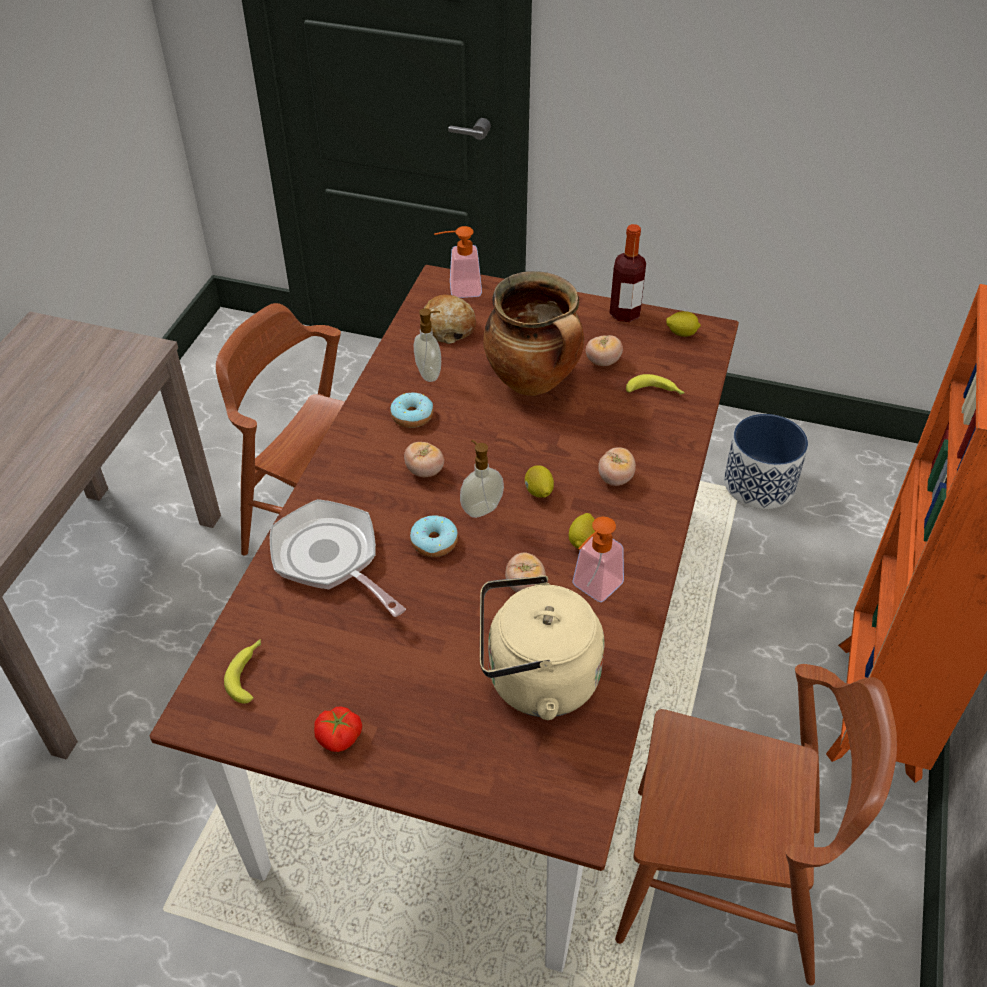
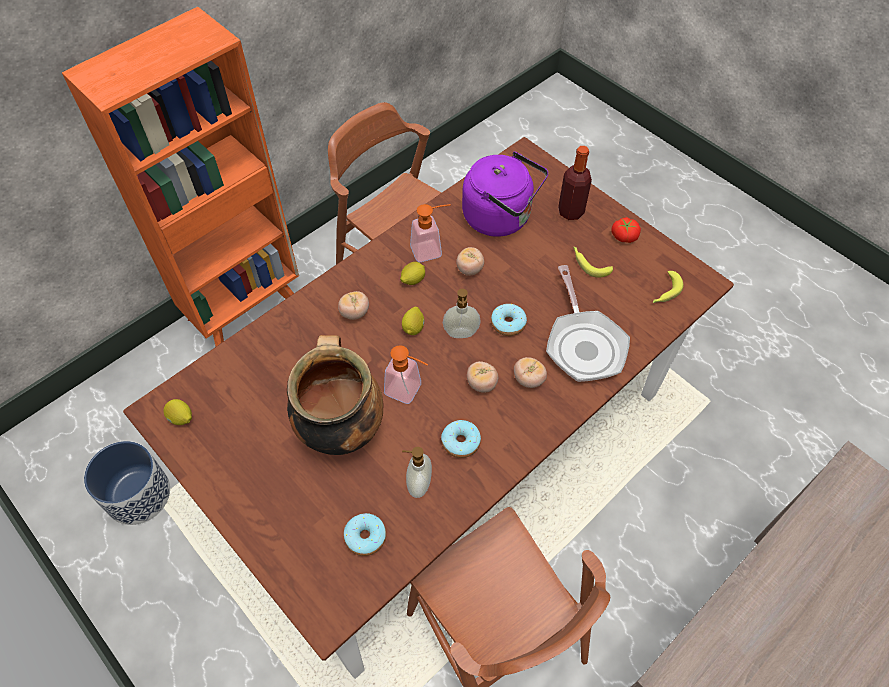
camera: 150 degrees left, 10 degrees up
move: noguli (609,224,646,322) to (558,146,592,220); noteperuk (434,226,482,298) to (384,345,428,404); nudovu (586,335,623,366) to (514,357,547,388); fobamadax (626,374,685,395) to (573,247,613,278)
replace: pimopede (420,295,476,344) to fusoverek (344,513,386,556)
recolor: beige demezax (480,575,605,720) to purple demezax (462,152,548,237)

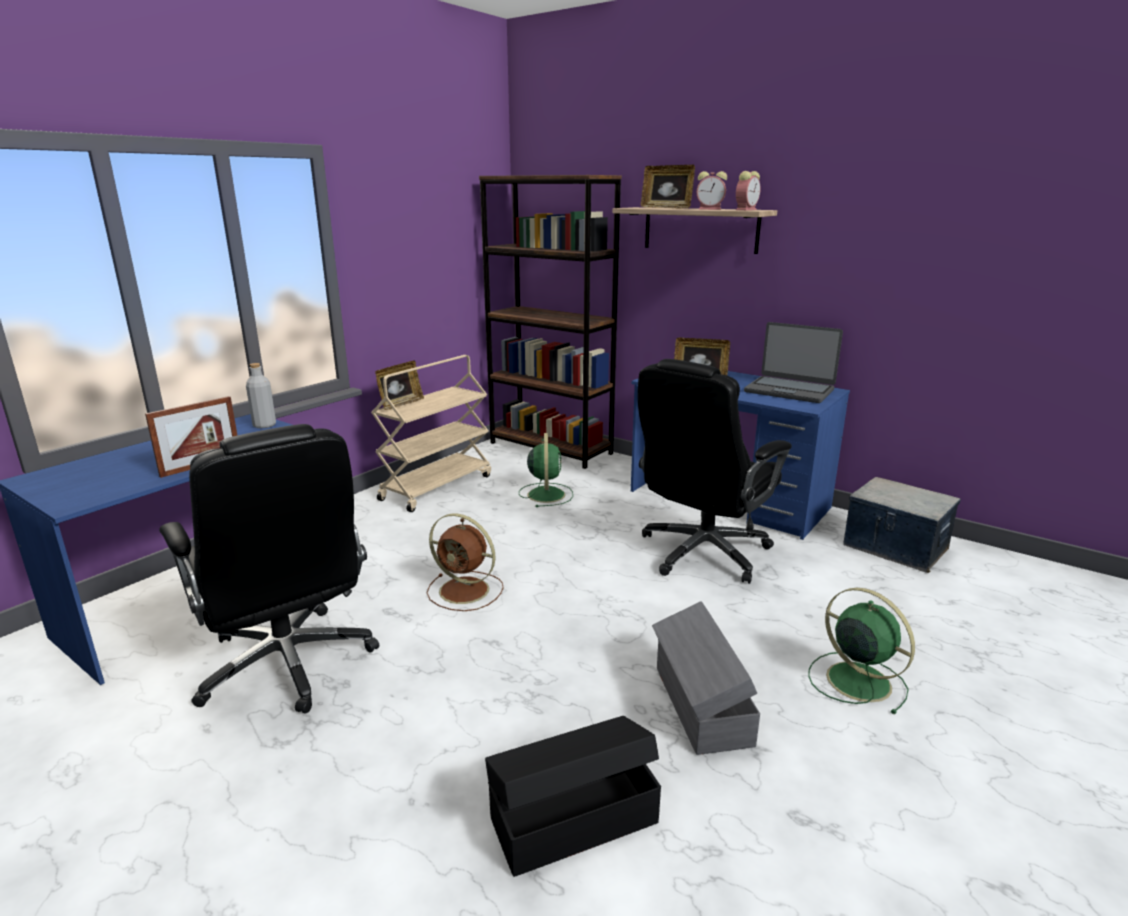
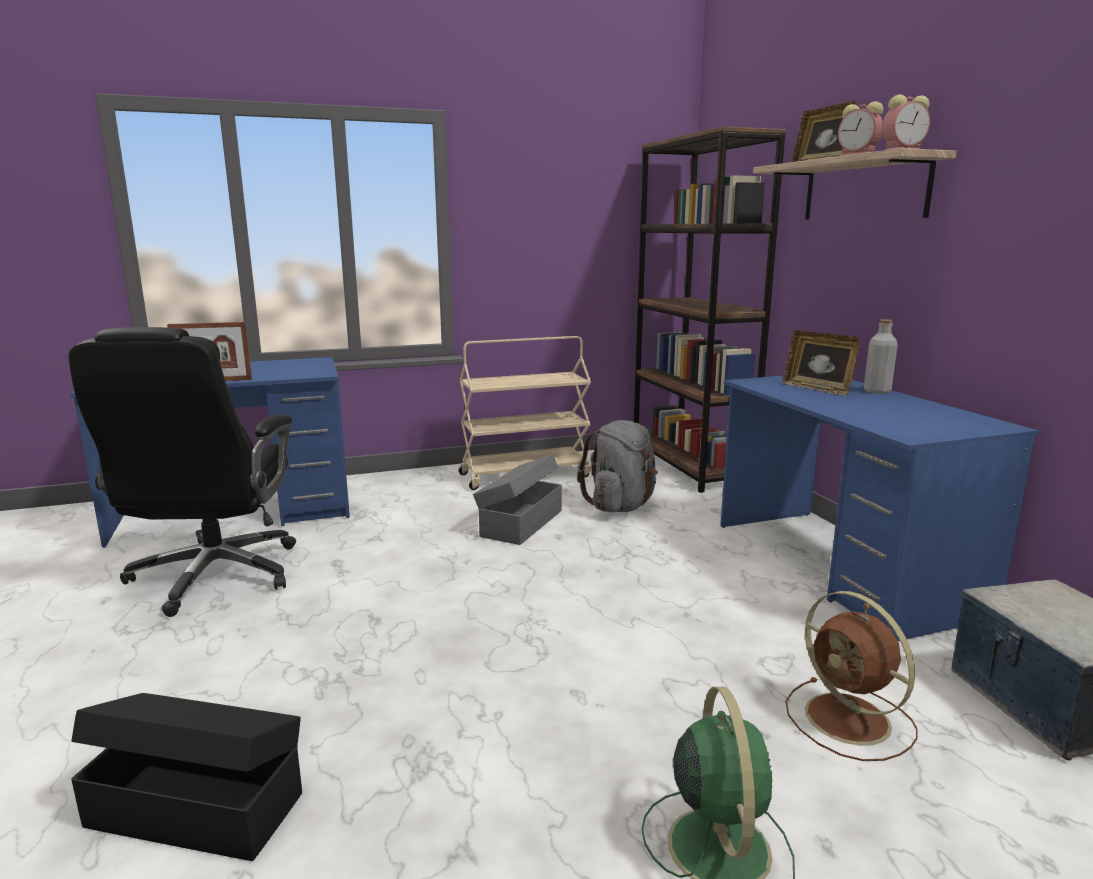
camera: 35 degrees right, 5 degrees down
delete: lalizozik (744,322,843,403); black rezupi (638,359,792,584); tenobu (375,361,424,410)
move: grey noguli (246,363,276,428) to (864,319,898,394); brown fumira (427,514,503,611) to (786,591,918,761); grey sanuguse (652,601,760,755) to (473,454,562,545)
replace: green fumira (519,433,573,507) to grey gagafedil (577,420,658,512)

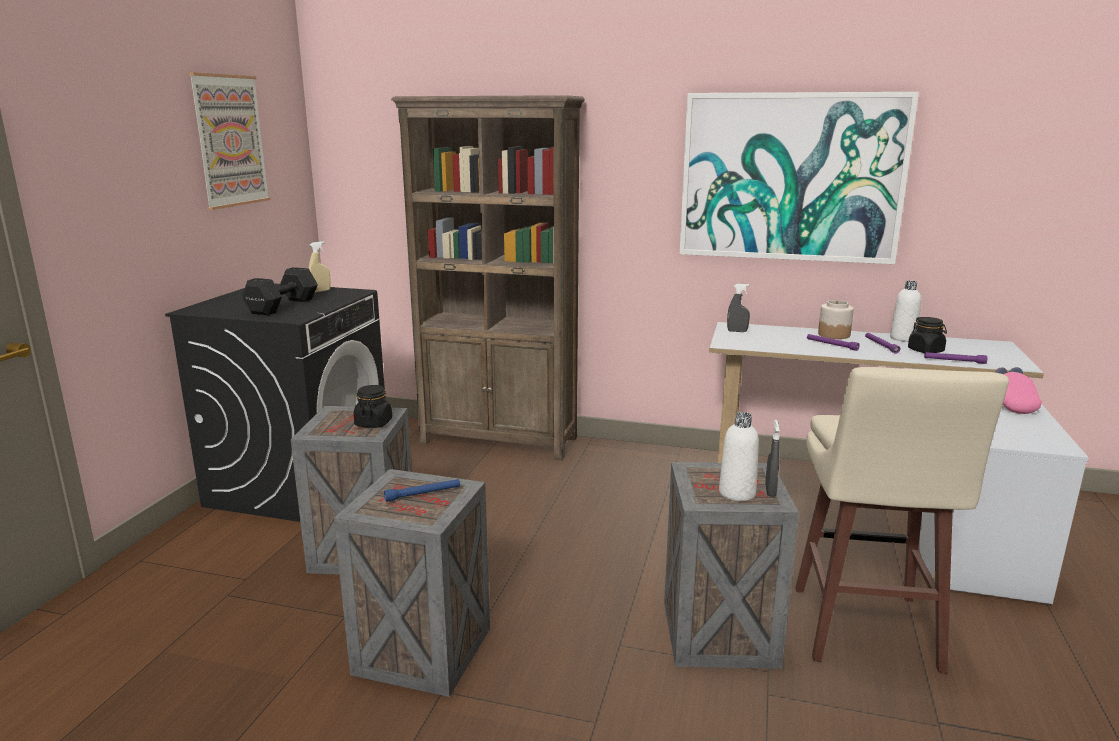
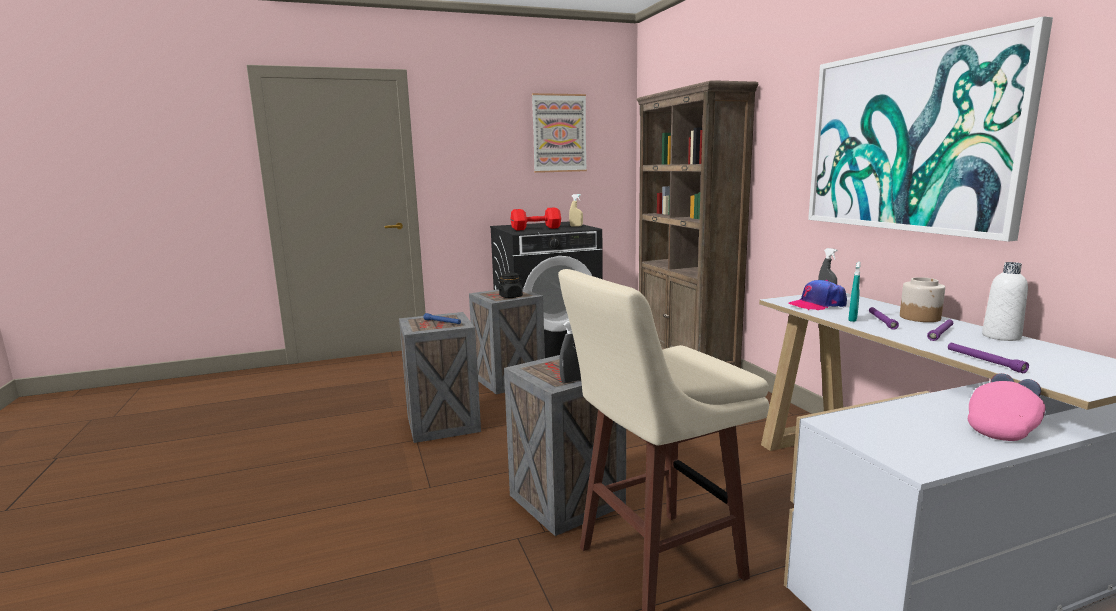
camera: 55 degrees right, 5 degrees down
delete: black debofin (908,317,947,353); white noguli (719,412,759,501)
insert: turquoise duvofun (848,262,860,322); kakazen (788,280,847,310)
recolor: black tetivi (242,267,318,315) to red tetivi (511,208,561,231)

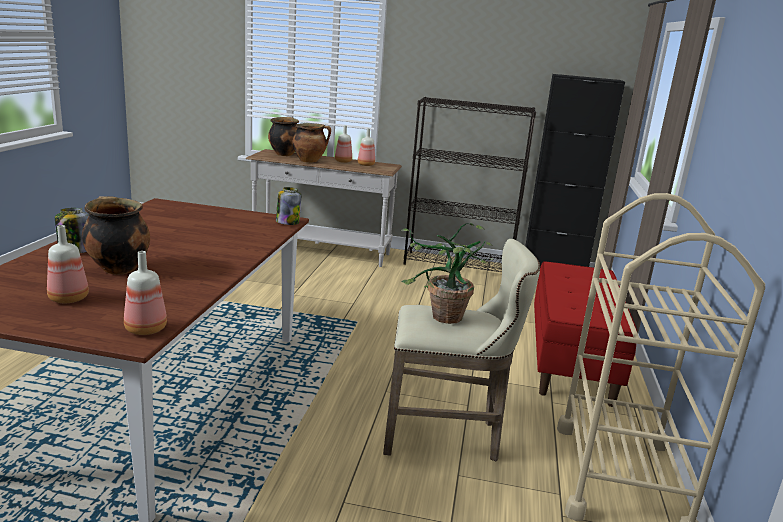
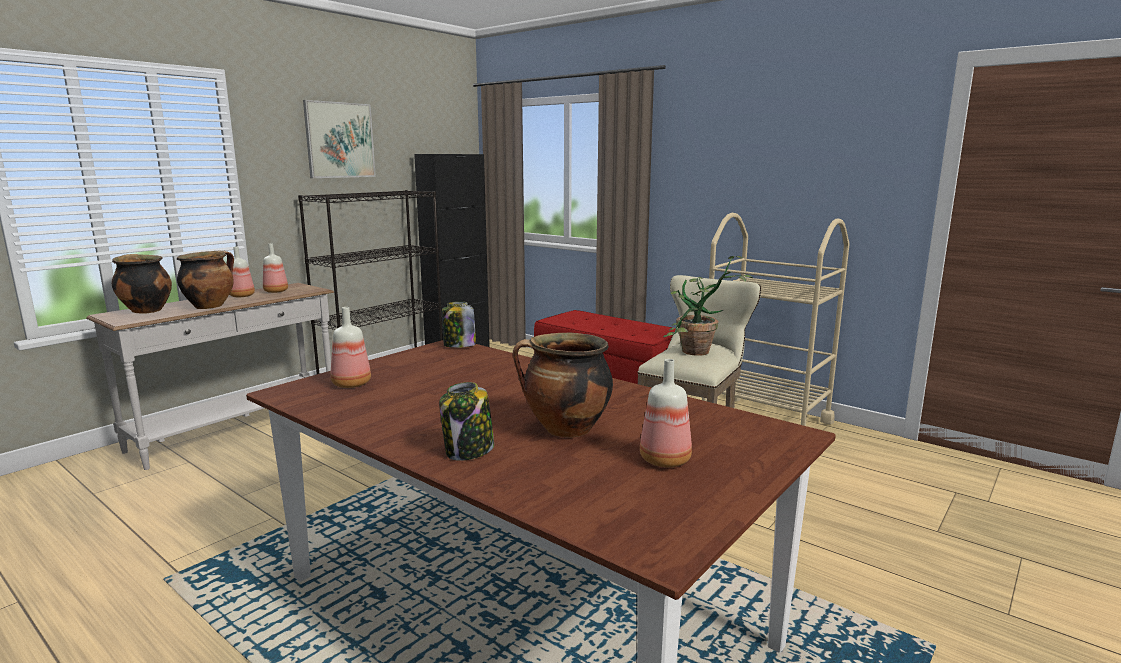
camera: 60 degrees left, 5 degrees down
insert: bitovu (303,100,376,178)
move: noguli (124,251,167,335) to (331,307,371,388)

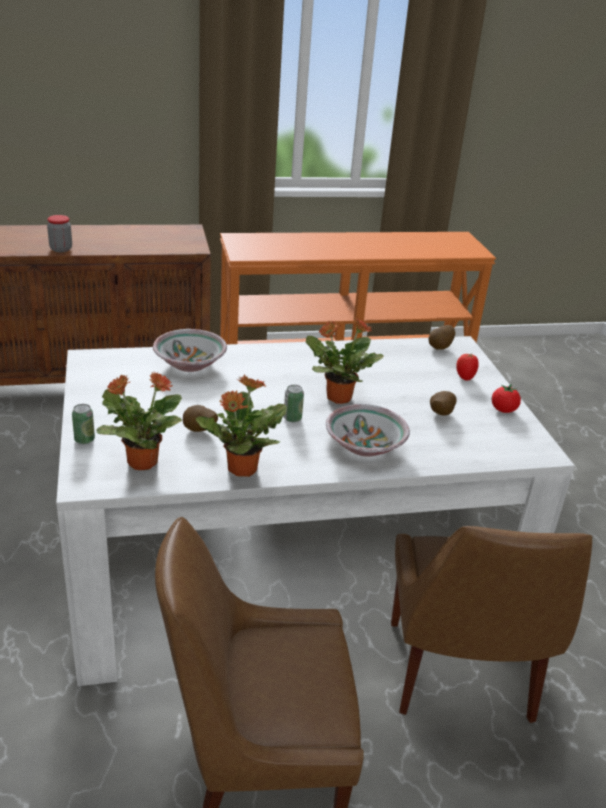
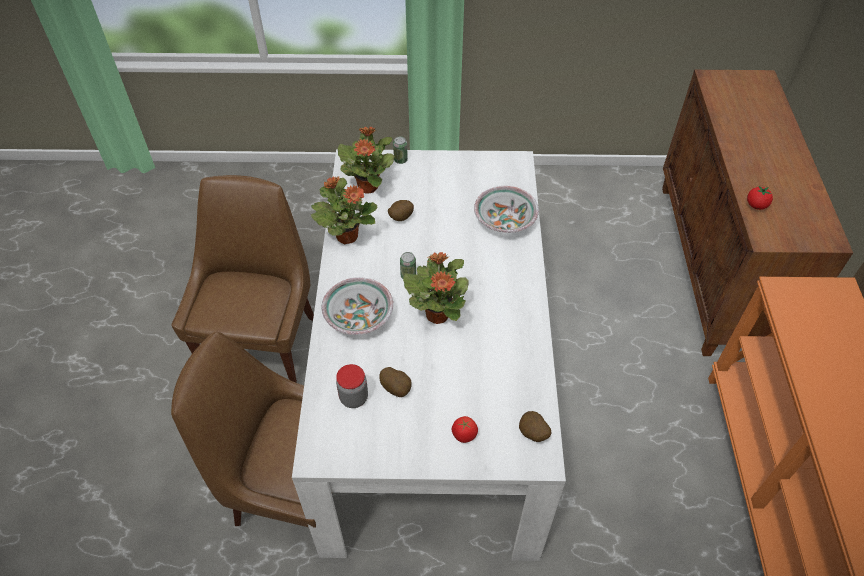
camera: 105 degrees right, 20 degrees up
move: debofin (47,215,72,252) to (336,364,368,408); nudovu (492,384,521,413) to (747,186,773,210)

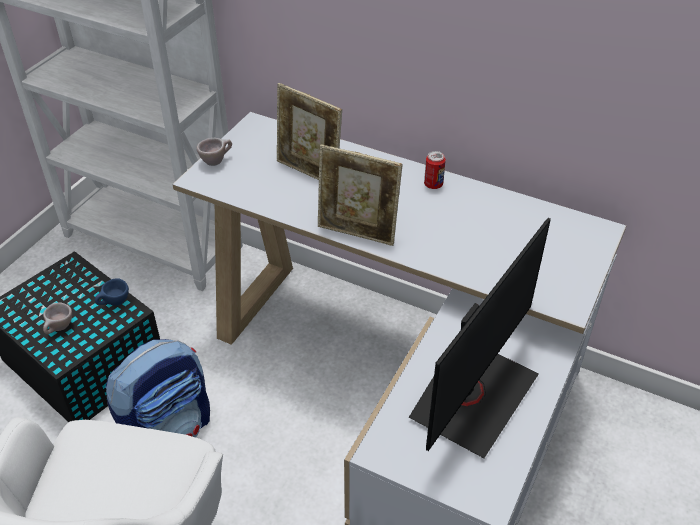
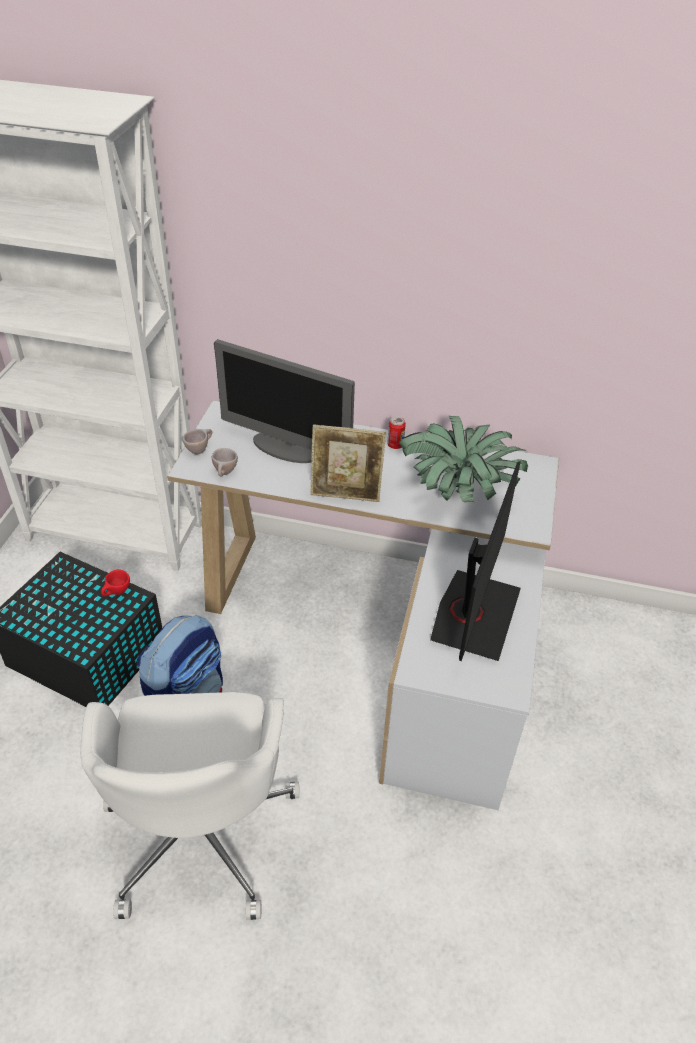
camera: 15 degrees left, 0 degrees up
insert: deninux (399,416,528,502)
move: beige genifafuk (43,303,72,334) to (212,448,238,477)
replace: tenobu (277,83,342,180) to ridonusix (214,339,355,463)
recolor: blue genifafuk (95,278,129,306) to red genifafuk (101,569,130,596)

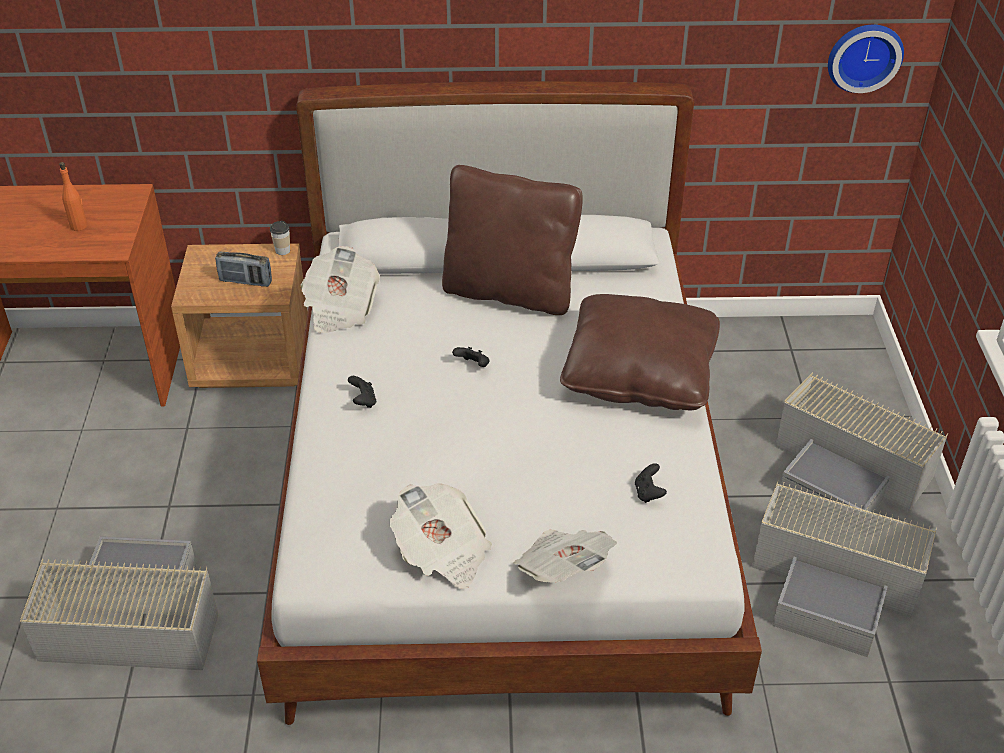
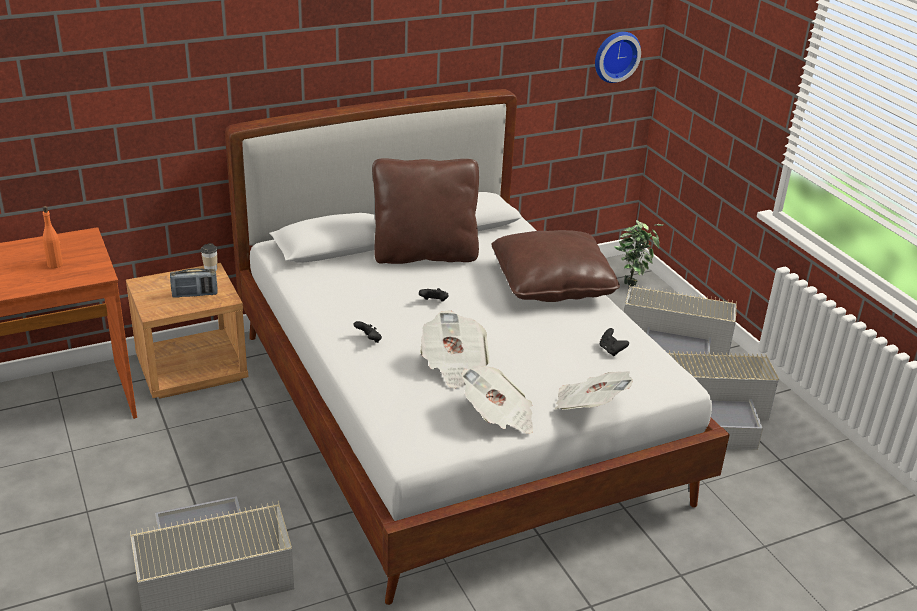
camera: 25 degrees left, 10 degrees down
insert: deninux (614,220,663,286)
move: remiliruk (301,246,380,333) to (420,310,489,389)

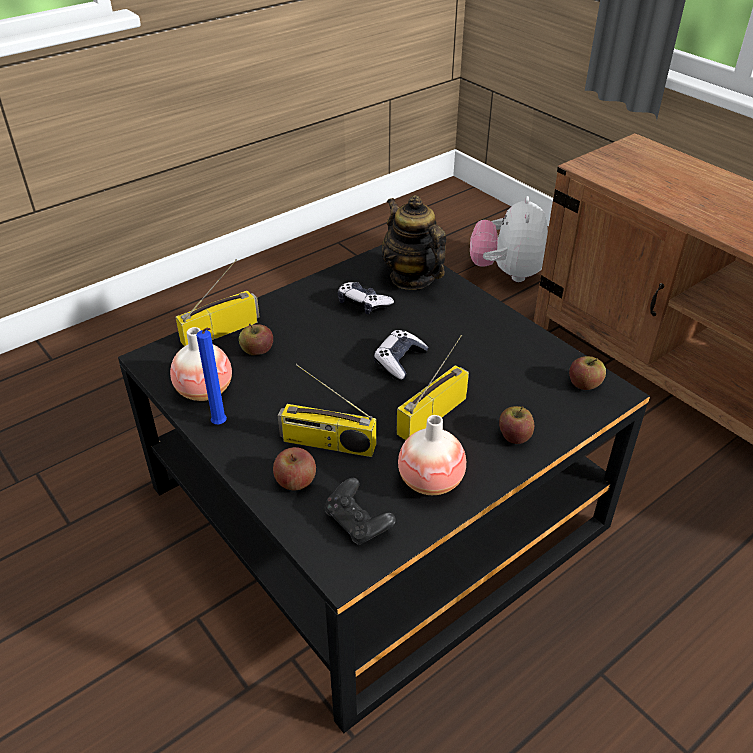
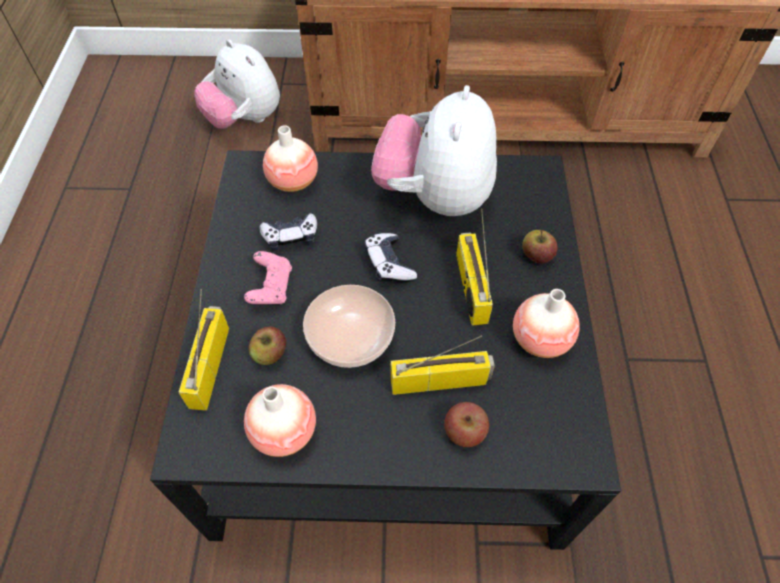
camera: 50 degrees left, 15 degrees up
delete: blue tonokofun (196,328,227,424); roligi (569,356,606,390); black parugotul (325,478,396,545)
insert: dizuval (371,85,497,216); pink parugotul (244,251,292,304); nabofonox (303,285,395,368)
replace: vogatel (382,195,447,290) to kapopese (263,125,318,192)
rotate: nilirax (278,364,376,457) = (390,335,495,395) 150 degrees counterclockwise

